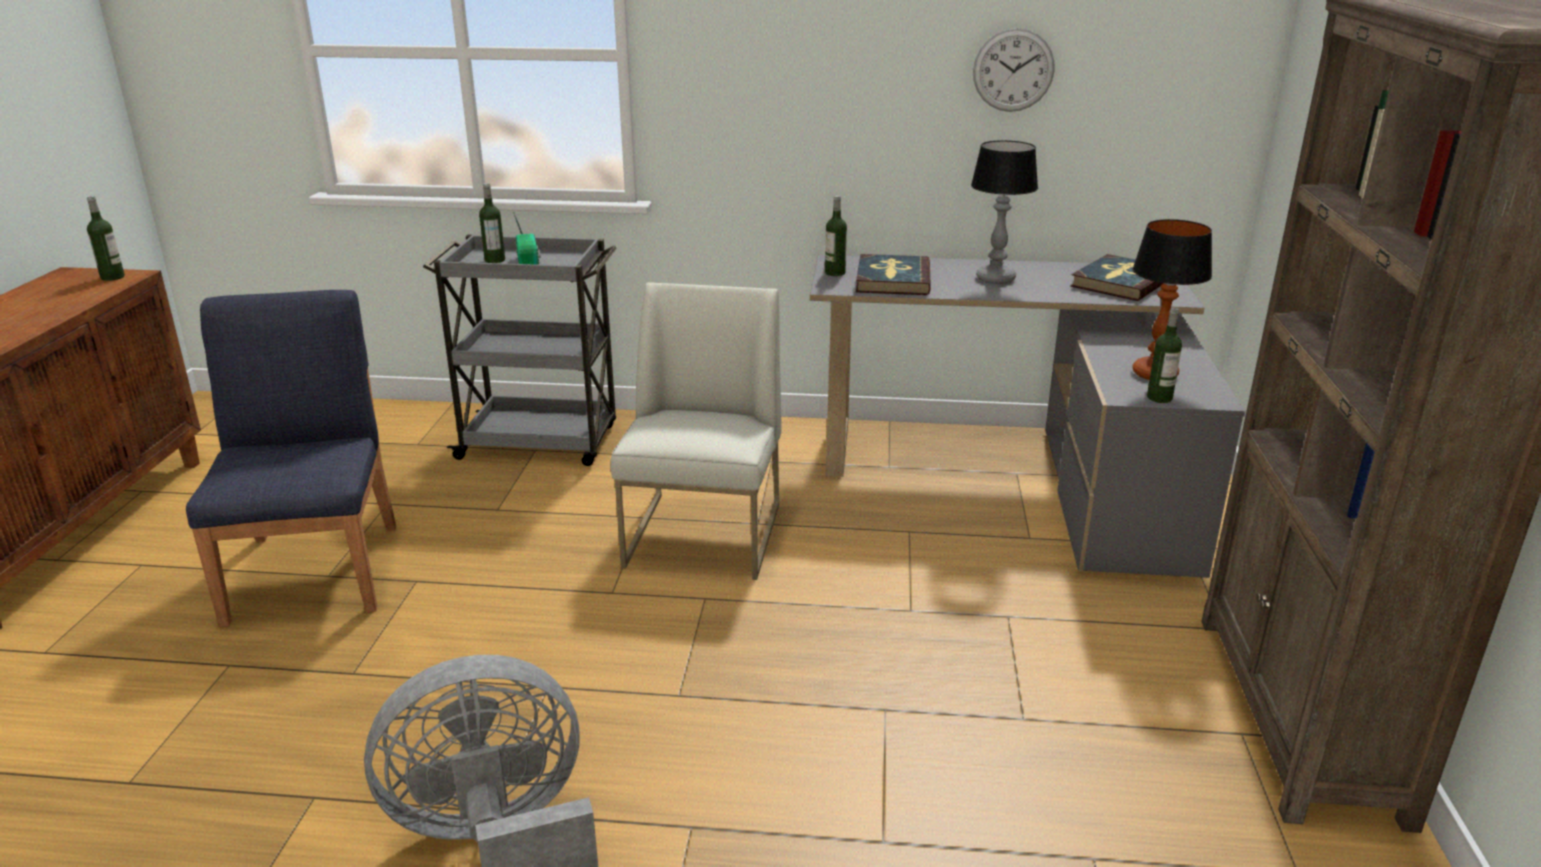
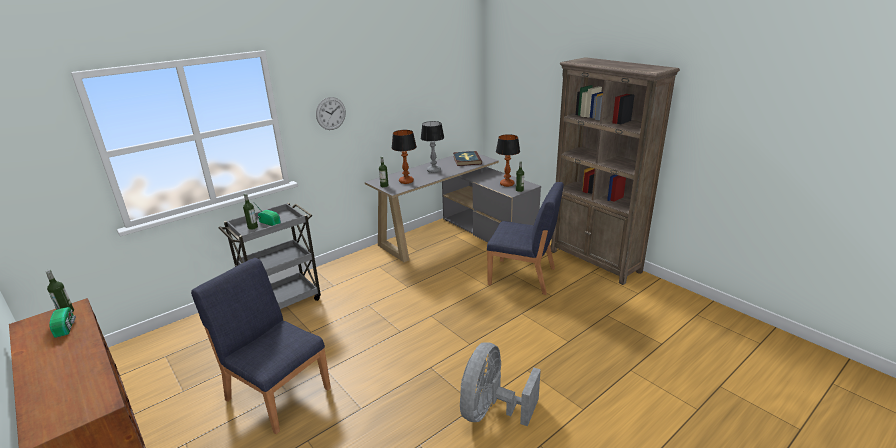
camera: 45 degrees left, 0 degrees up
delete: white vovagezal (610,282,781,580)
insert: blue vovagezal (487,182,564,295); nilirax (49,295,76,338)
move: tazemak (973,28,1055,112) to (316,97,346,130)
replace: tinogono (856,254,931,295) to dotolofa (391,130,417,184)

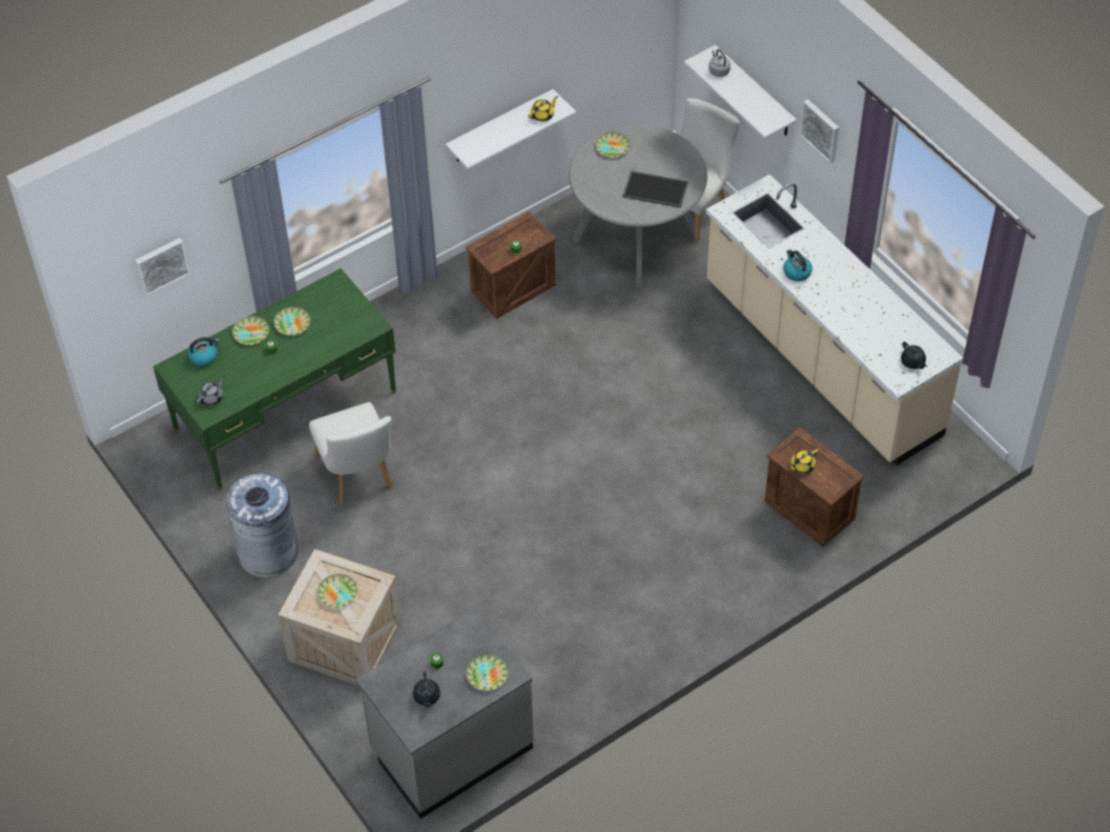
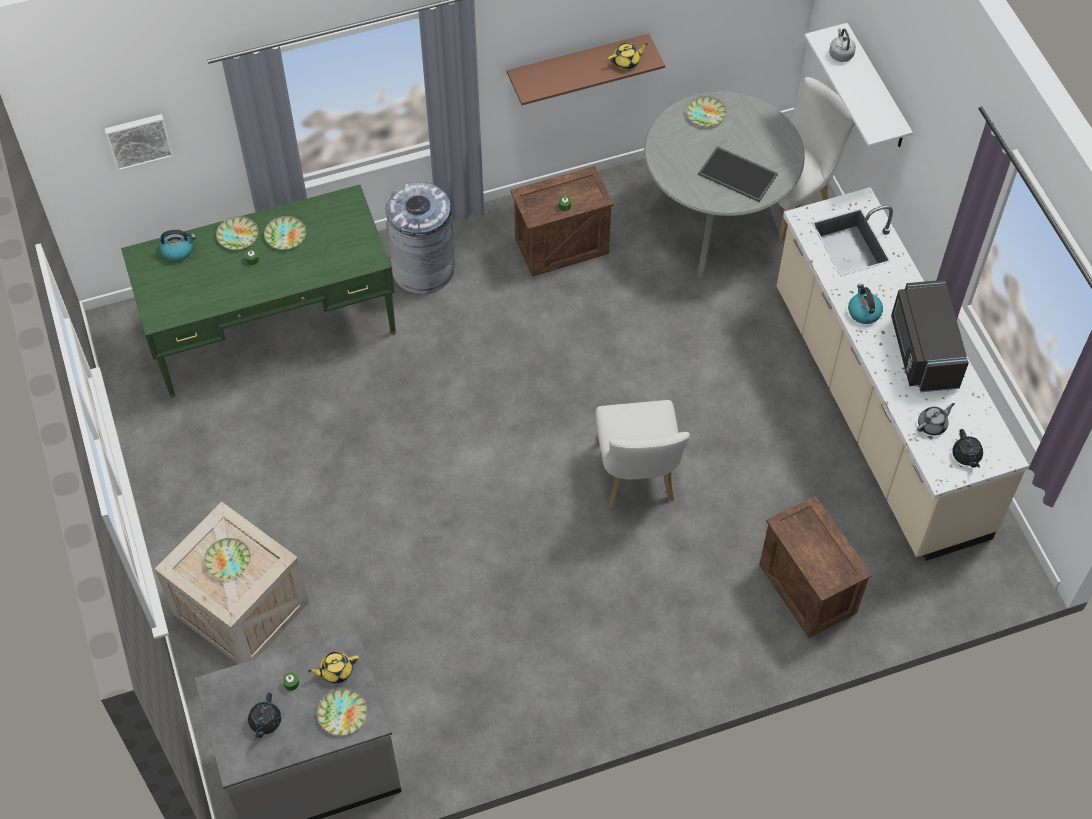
camera: 15 degrees right, 5 degrees up
delete: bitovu (800,99,839,163)
insert: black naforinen (891,280,969,392)
move: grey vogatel (197,376,225,405) to (917,403,955,436); white vovagezal (309,402,393,504) to (595,400,690,507); yellow vogatel (787,449,818,474) to (308,652,359,683); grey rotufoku (227,473,298,578) to (386,182,455,294)
recolor: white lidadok (446,89,576,169) to brown lidadok (507,34,665,105)

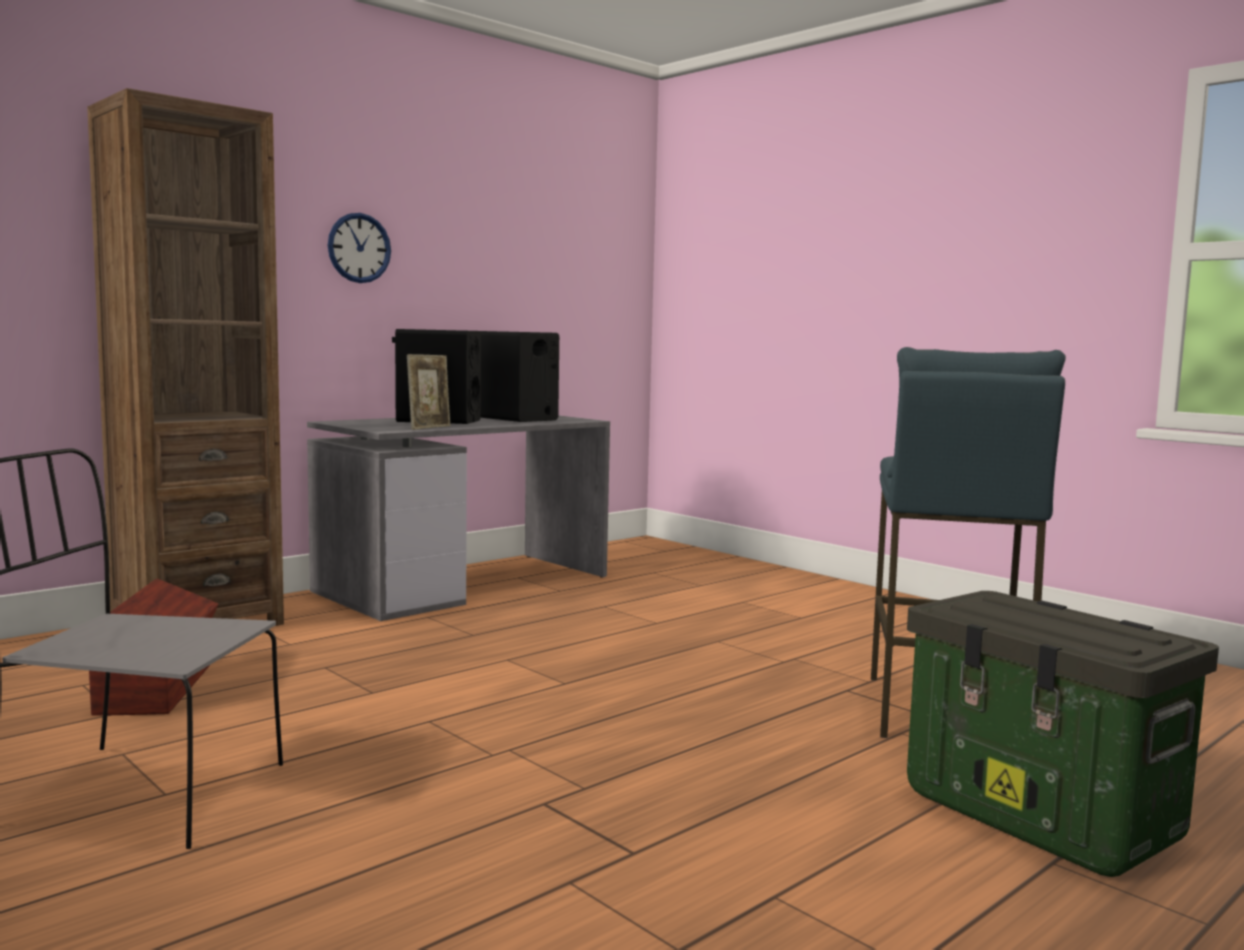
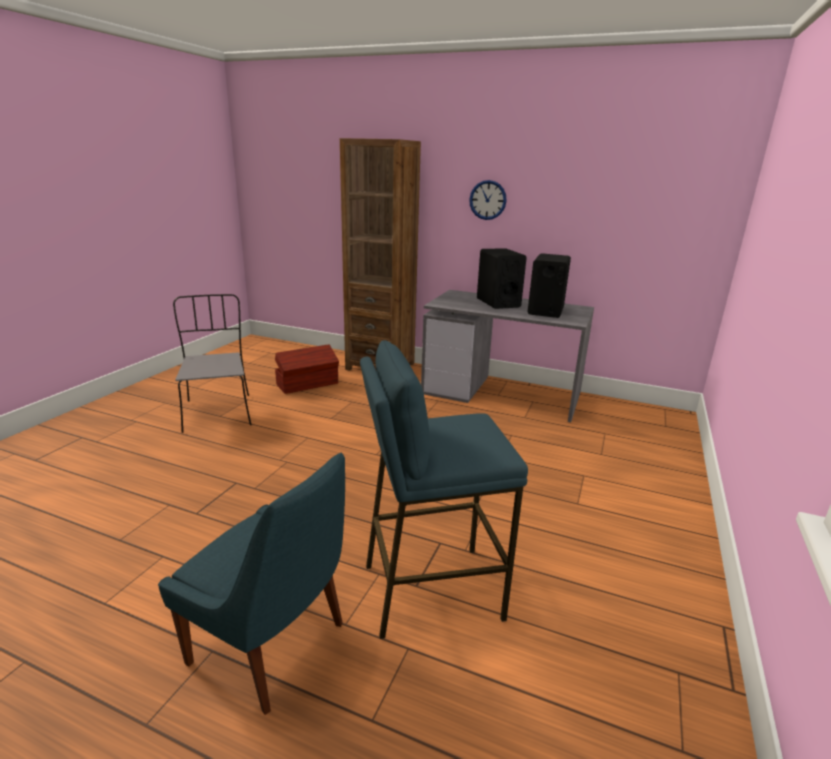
camera: 65 degrees right, 15 degrees up
delete: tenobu (407,354,450,430)
replace: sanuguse (907,591,1219,877) to blue vovagezal (158,453,345,715)

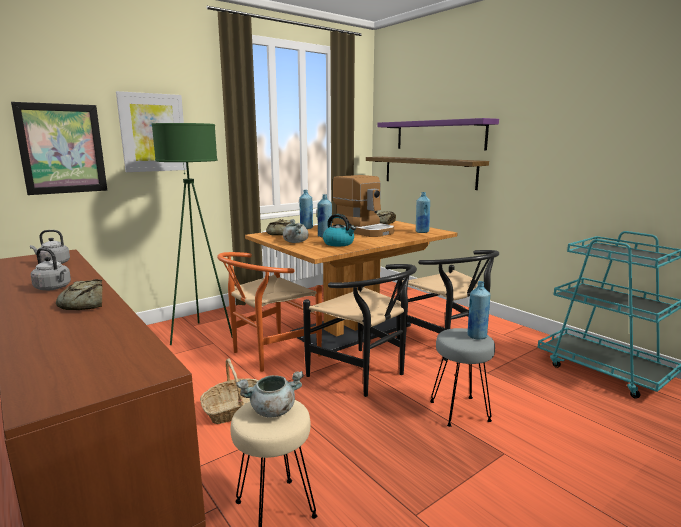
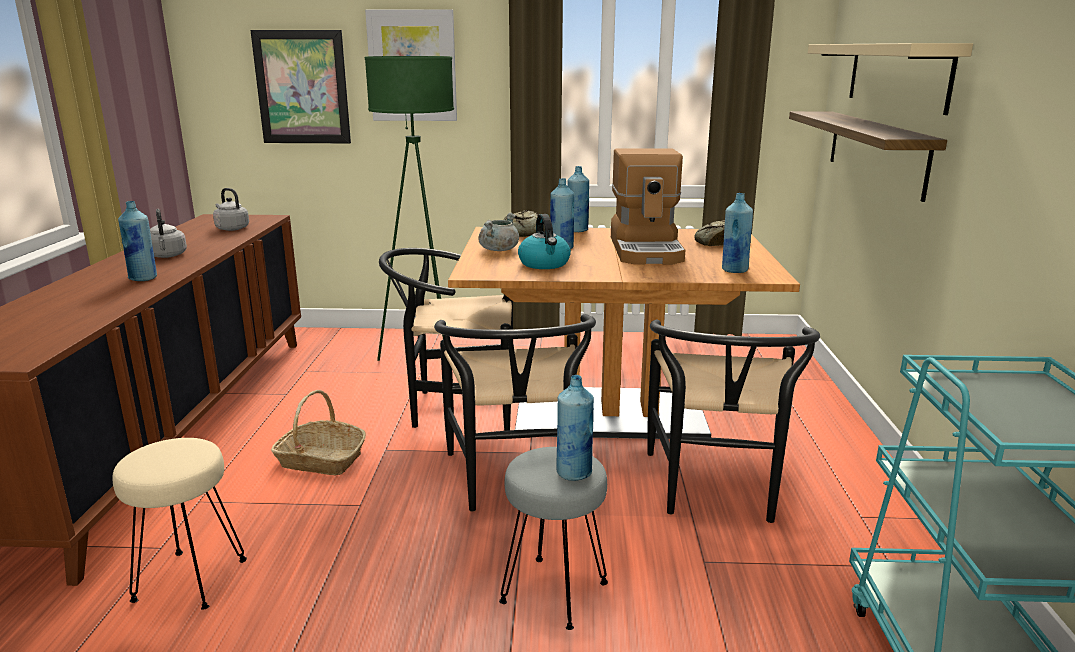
camera: 40 degrees right, 5 degrees up
delete: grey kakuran (236,371,304,418)
replace: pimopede (56,279,103,310) to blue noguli (118,201,157,281)
recolor: purple lidadok (377,118,499,150) to beige lidadok (808,43,973,115); orange vovagezal (217,252,322,372) to black vovagezal (379,248,513,431)

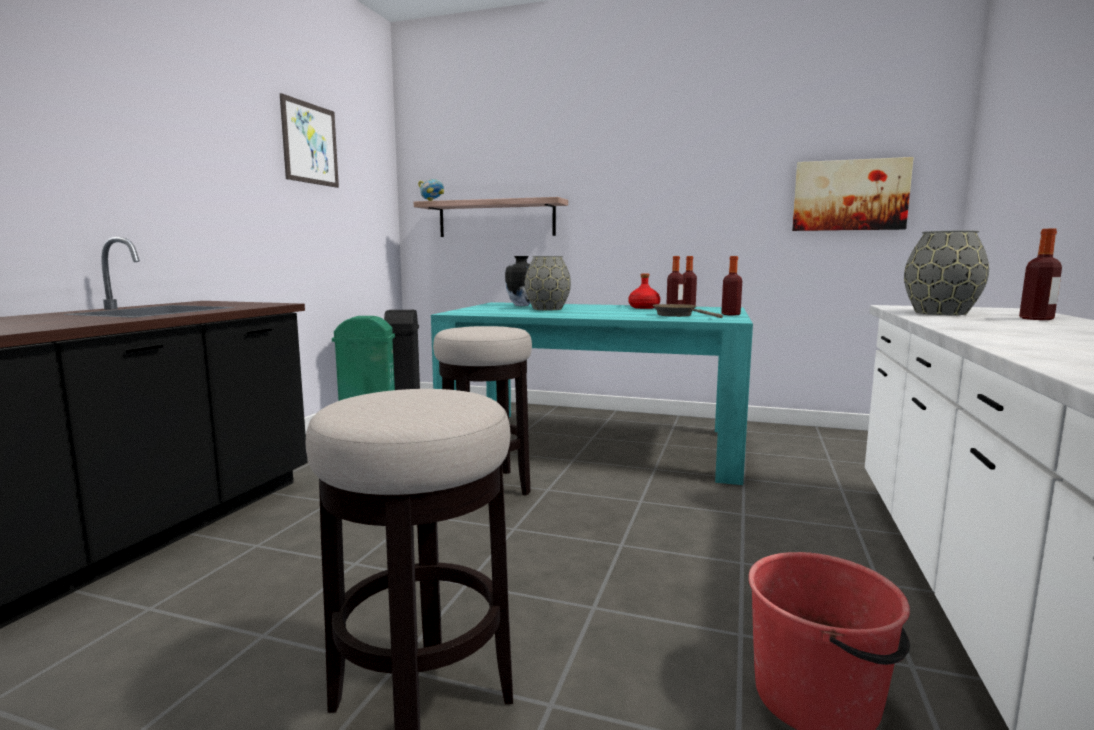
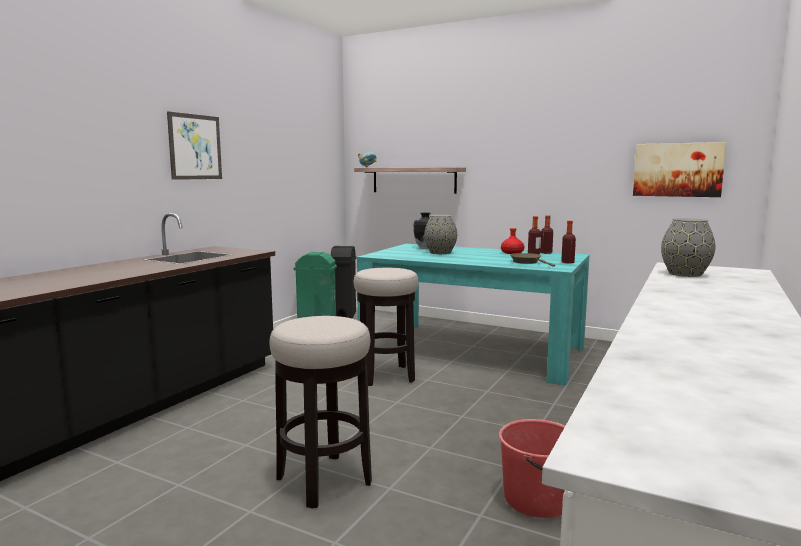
camera: 10 degrees right, 0 degrees up
delete: noguli (1019,229,1062,320)
move: bitovu (280,93,339,188) to (167,112,222,180)

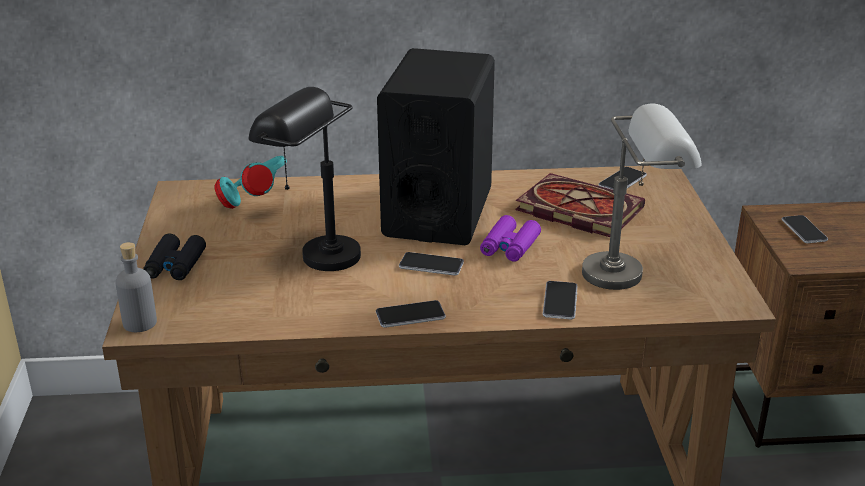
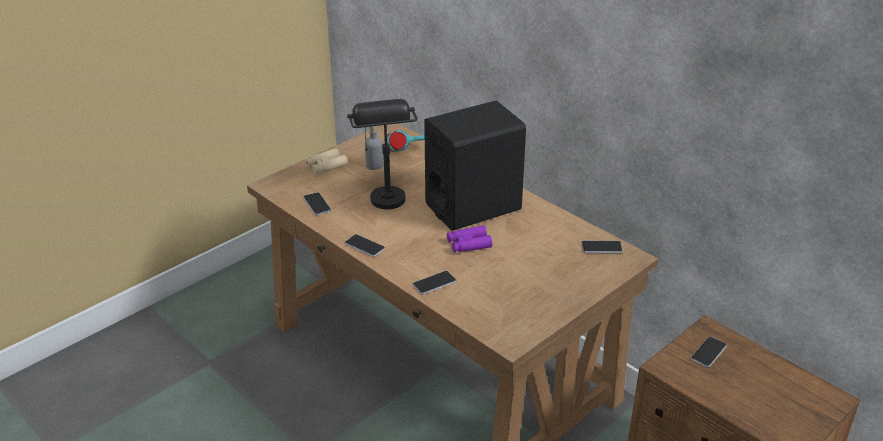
camera: 50 degrees right, 5 degrees up
delete: grey dotolofa (582,103,702,290); tinogono (515,173,645,237)
move: grey noguli (115,242,157,332) to (365,126,383,170); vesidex (399,252,464,276) to (303,192,332,215)
recolor: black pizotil (143,233,206,280) to beige pizotil (305,148,348,174)

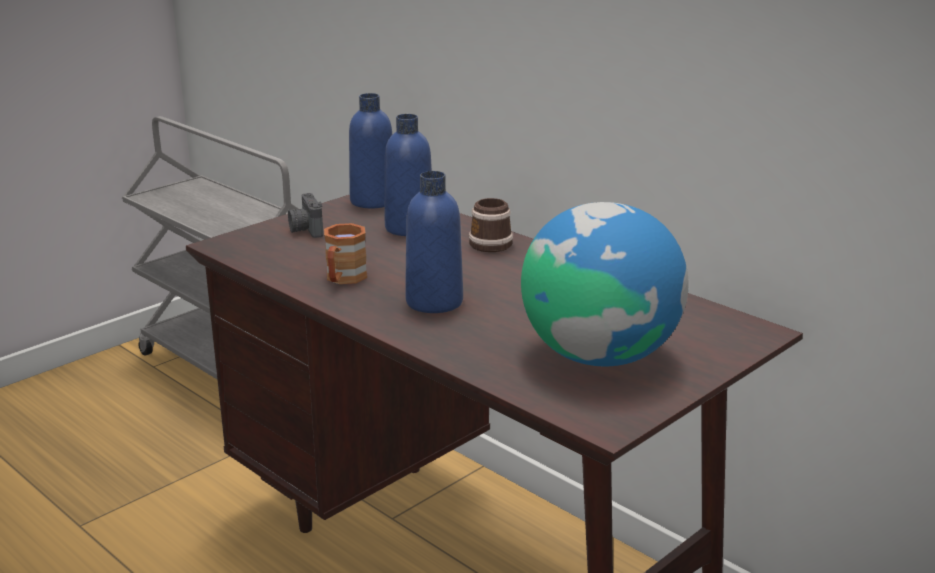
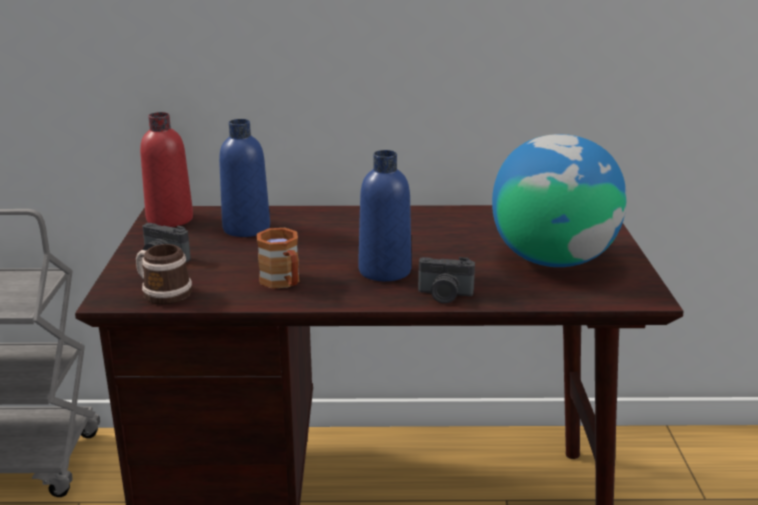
camera: 45 degrees left, 0 degrees up
insert: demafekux (418,257,475,303)
move: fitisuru (469,198,513,252) to (136,244,192,305)
recolor: blue noguli (349,93,392,208) to red noguli (140,112,193,227)

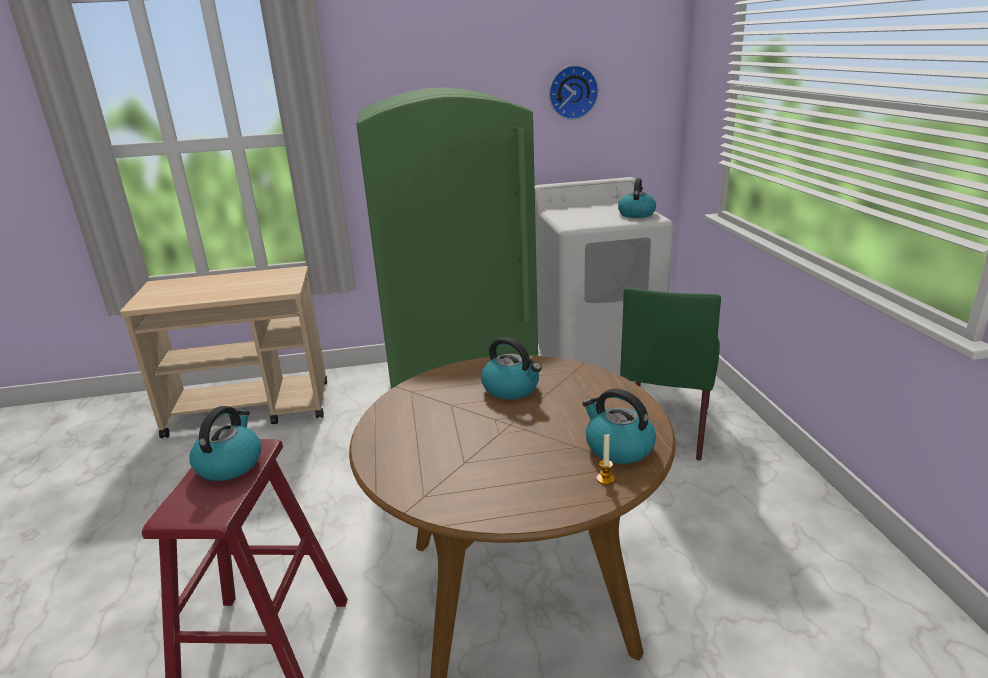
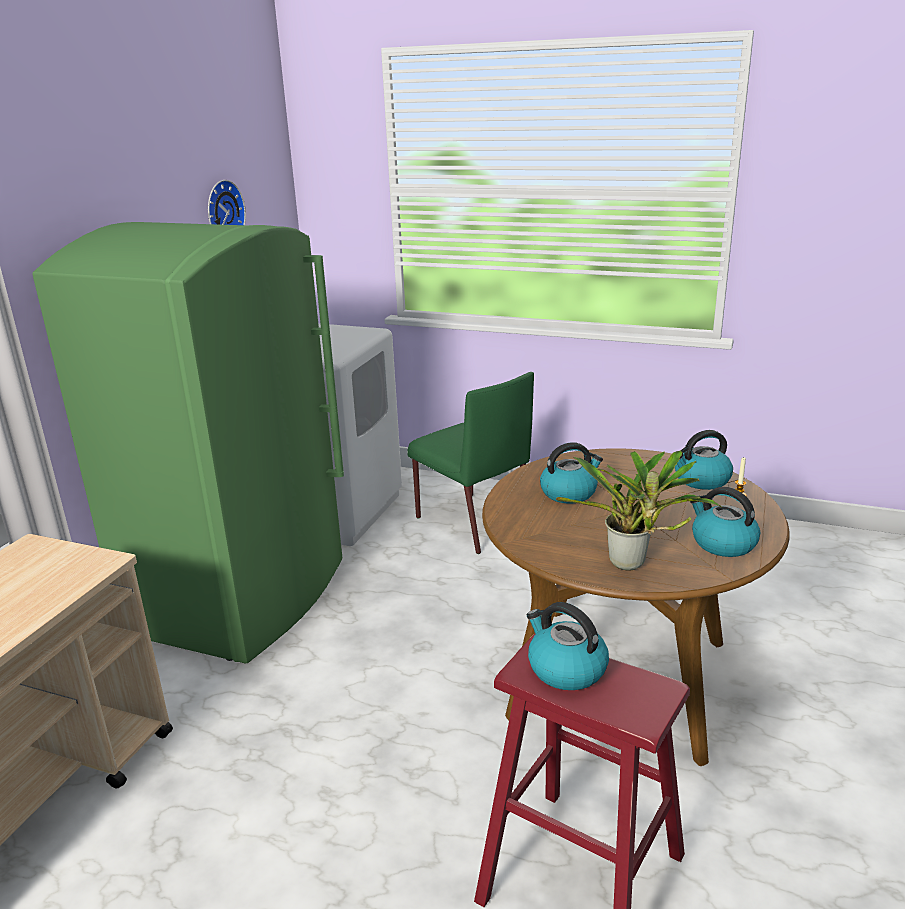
camera: 60 degrees left, 0 degrees up
insert: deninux (556,450,722,571)
move: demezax (618,178,656,218) to (690,487,760,557)

